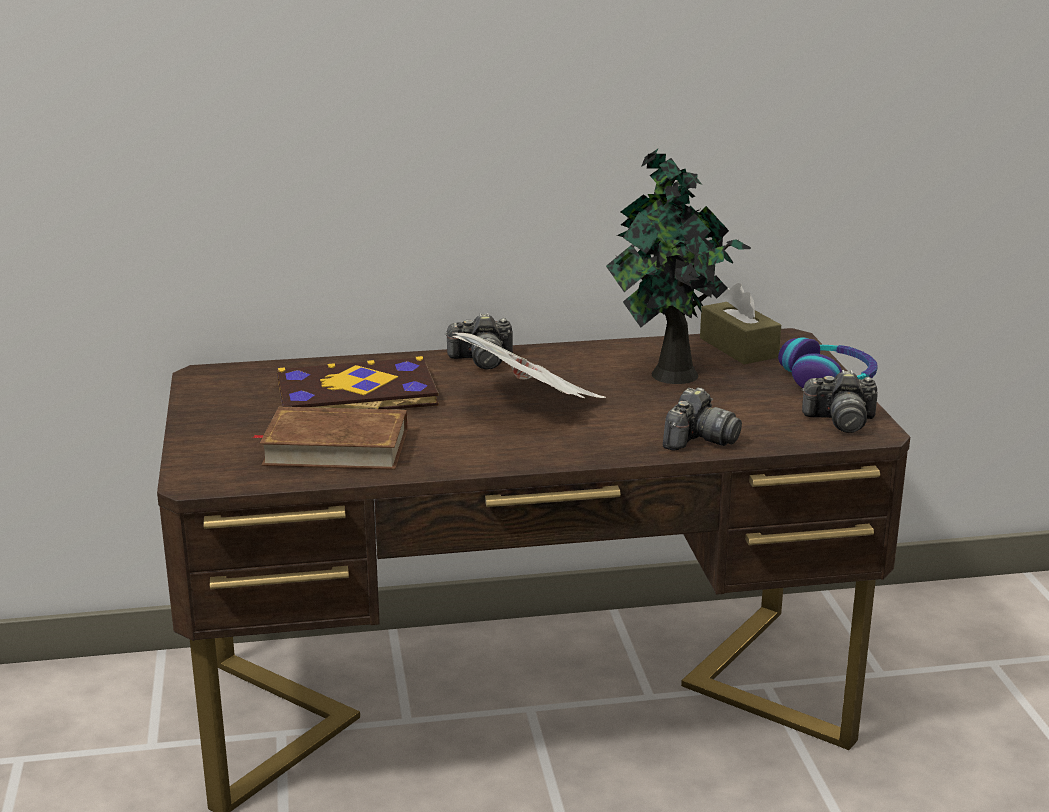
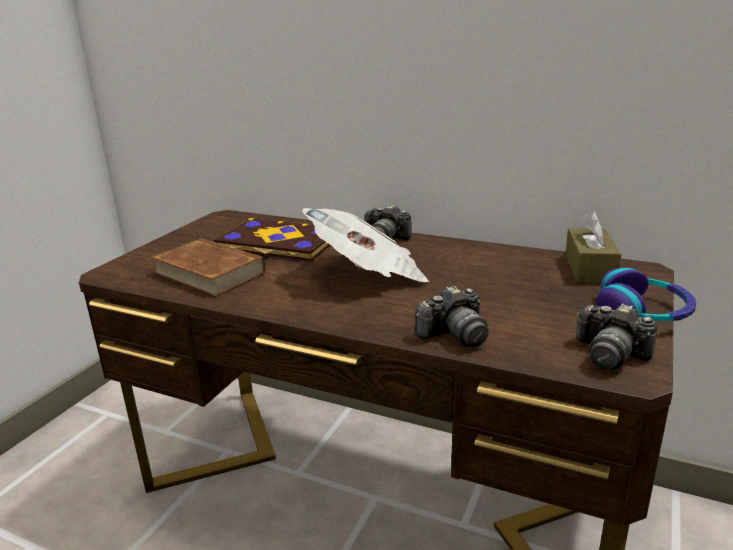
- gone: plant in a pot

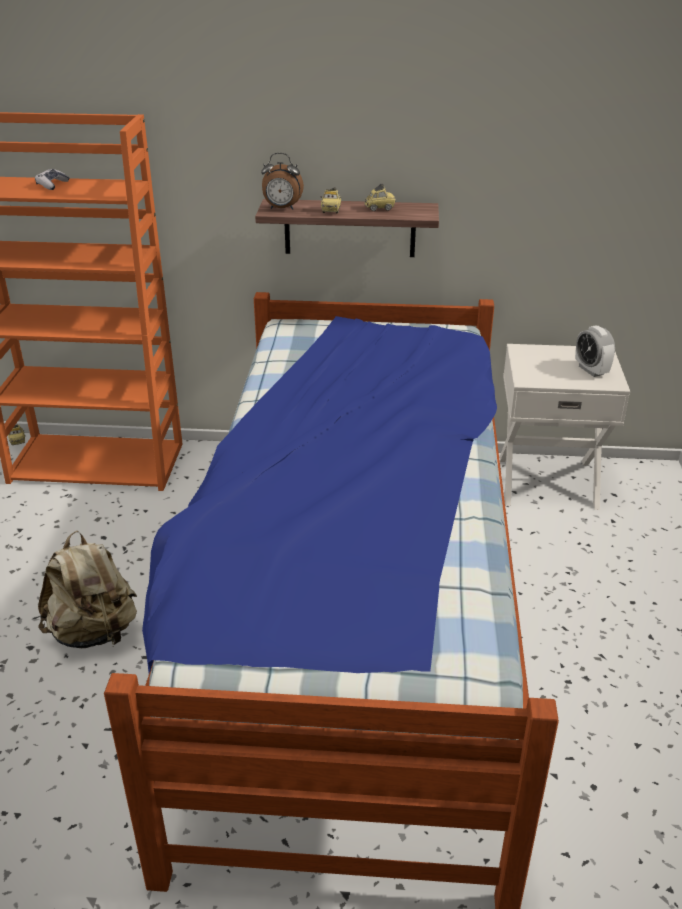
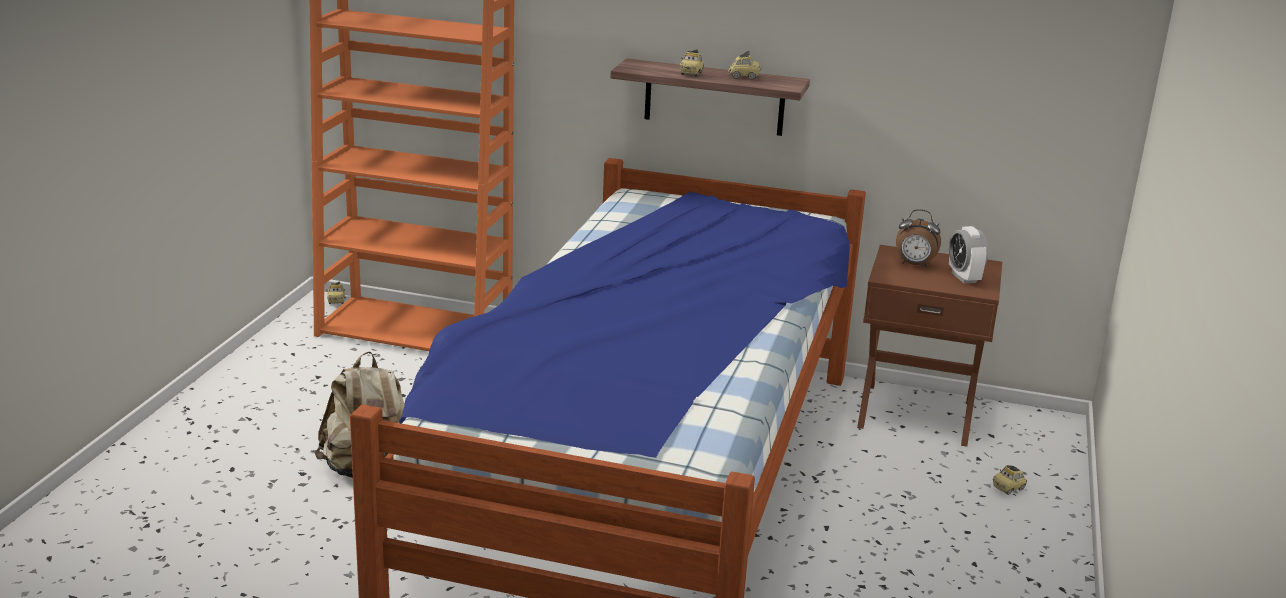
- repainted: white bedside table to brown bedside table
- shifted: table clock (no. 1 from left)
- new: toy car (no. 4 from left)
- gone: game controller

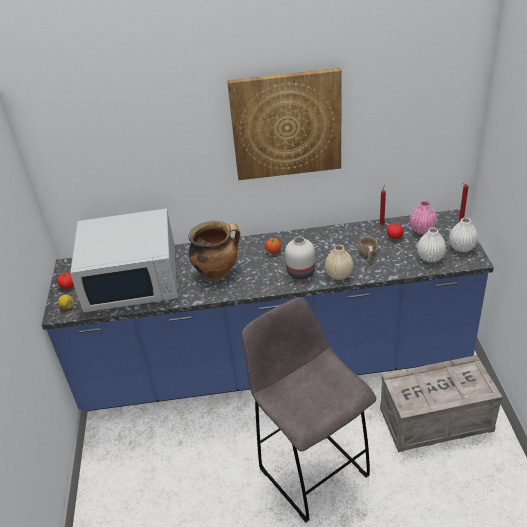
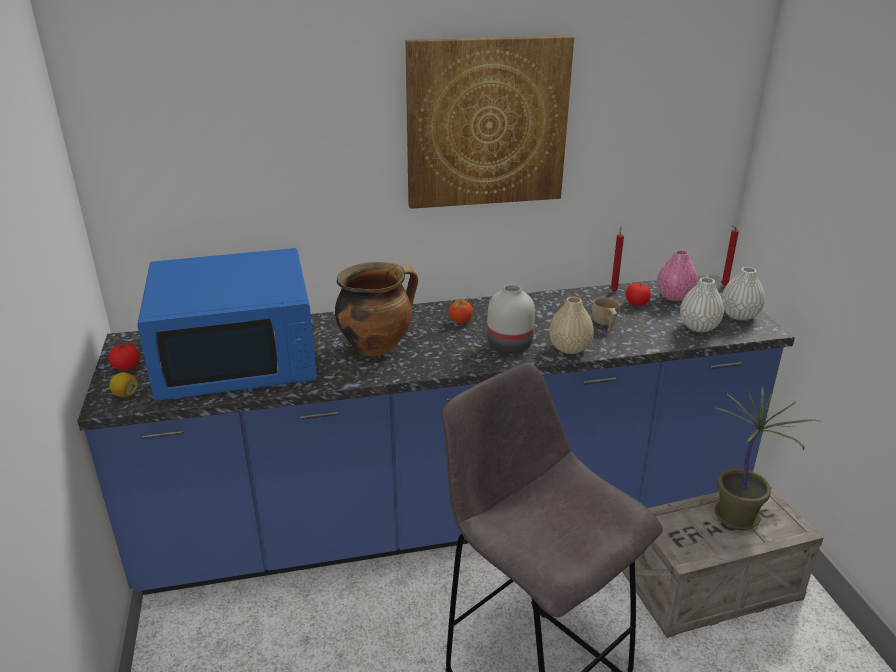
- repainted: white kitchen microwave to blue-coloured kitchen microwave
- new: plant in a pot

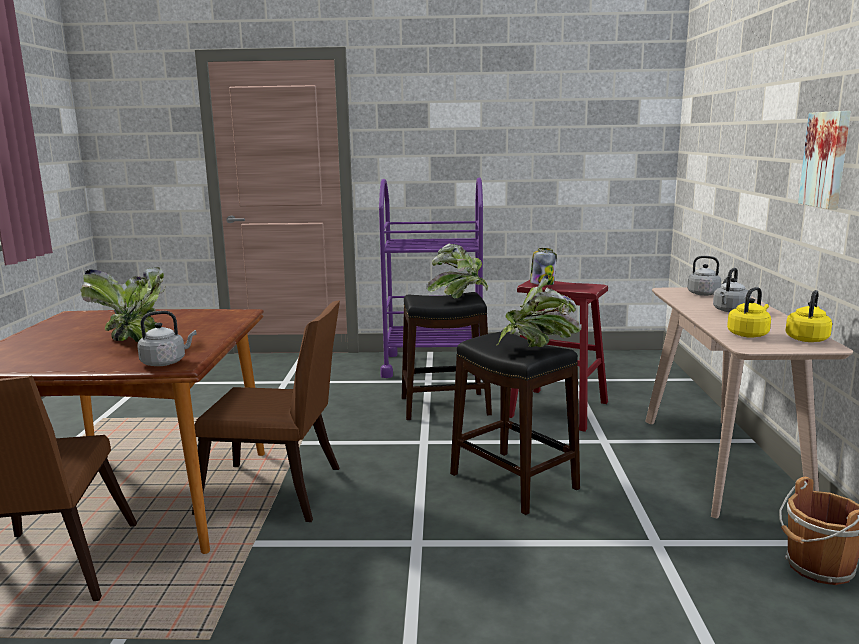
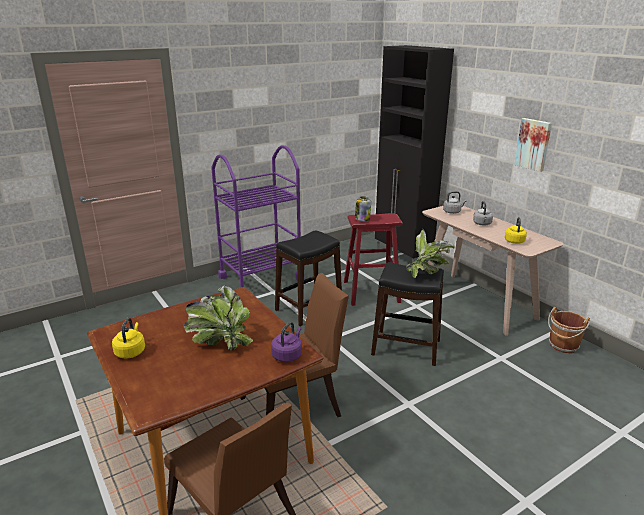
- shifted: yellow-coloured kettle (no. 2 from left in the first image) to yellow-coloured kettle (no. 1 from left)
- repainted: gray kettle (no. 1 from left) to purplish kettle
- new: black storage cabinet
- gone: plant in a pot (no. 2 from left)

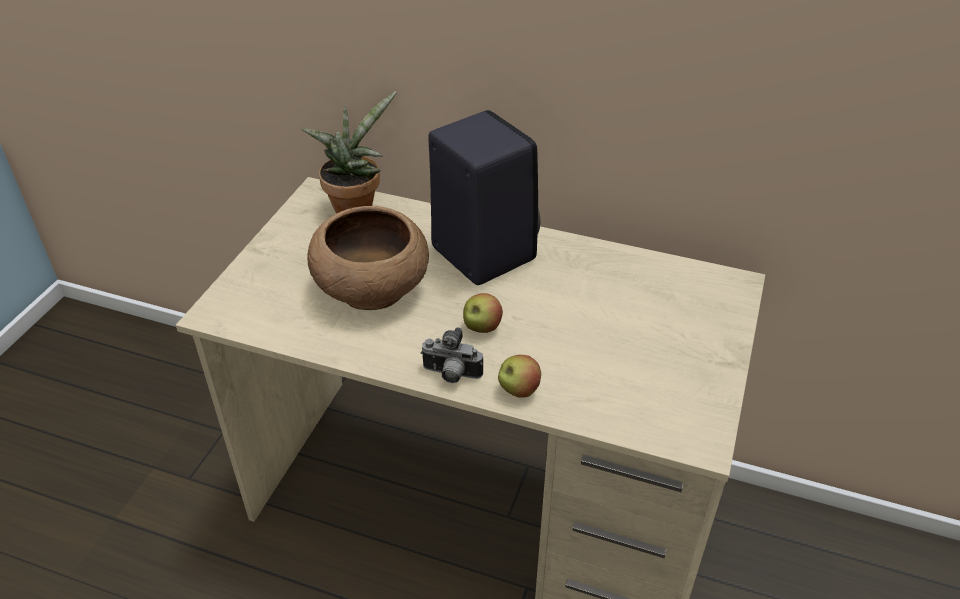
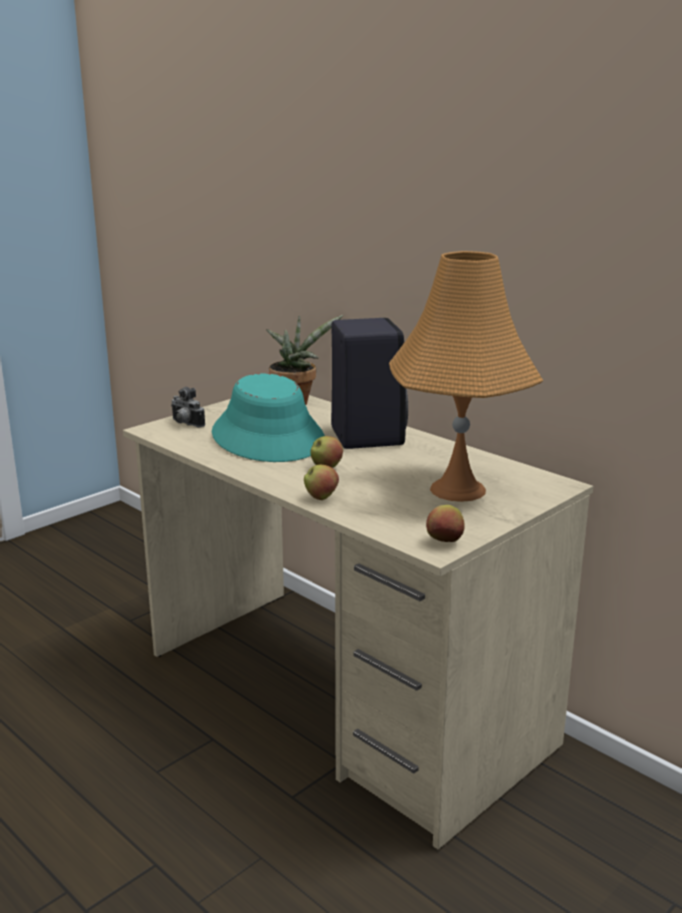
- shifted: photo camera
- swapped: brown deep dish to turquoise hat
- new: orangey tabletop lamp
- new: apple (no. 3 from left)

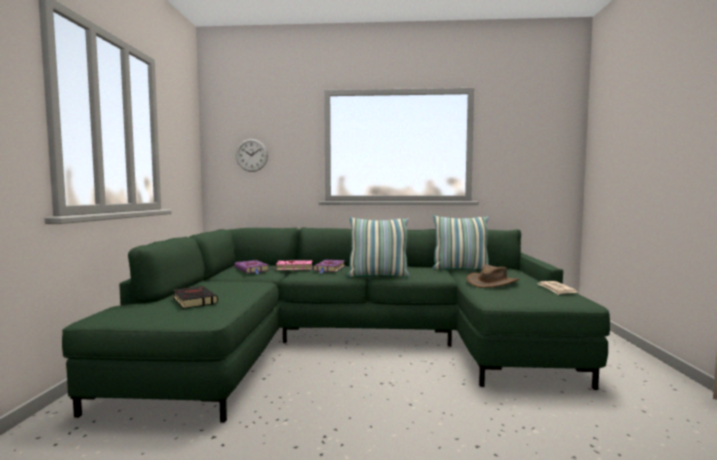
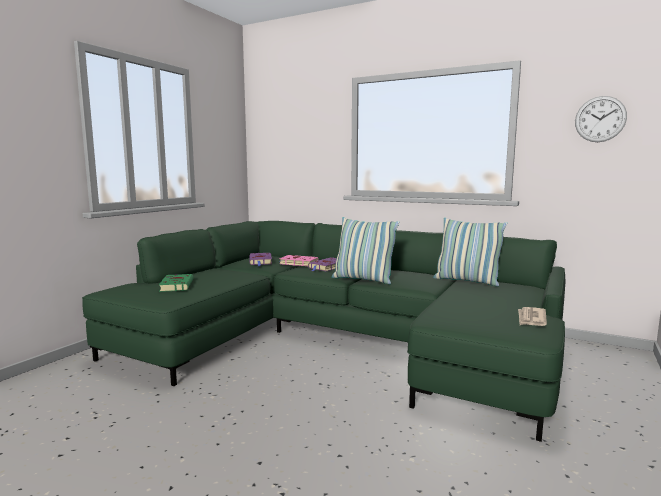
- repainted: black bound book to greenish bound book
- shifted: hanging clock
- gone: brown hat

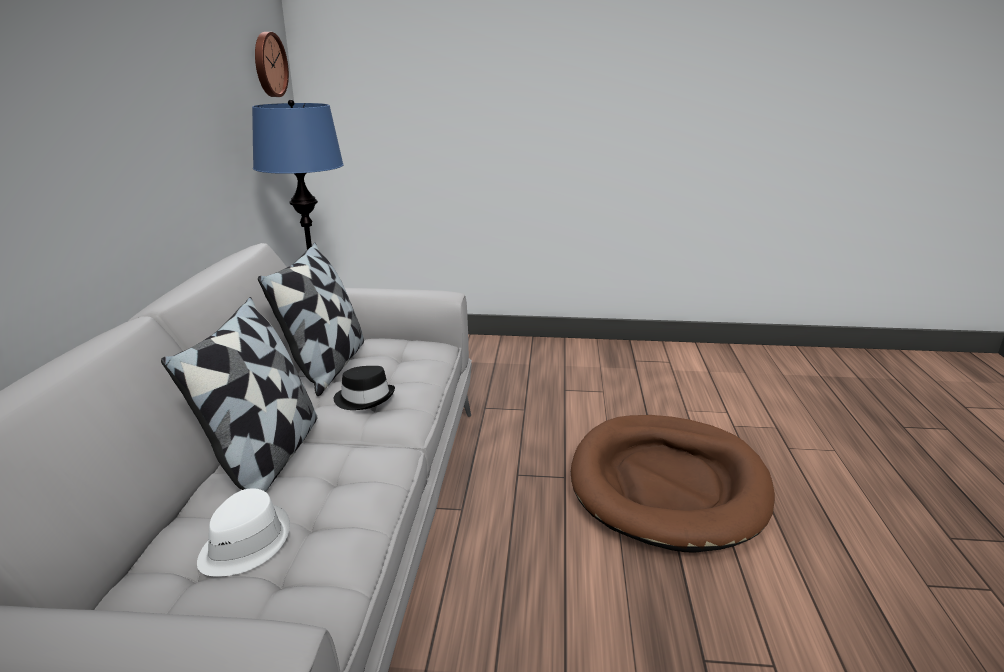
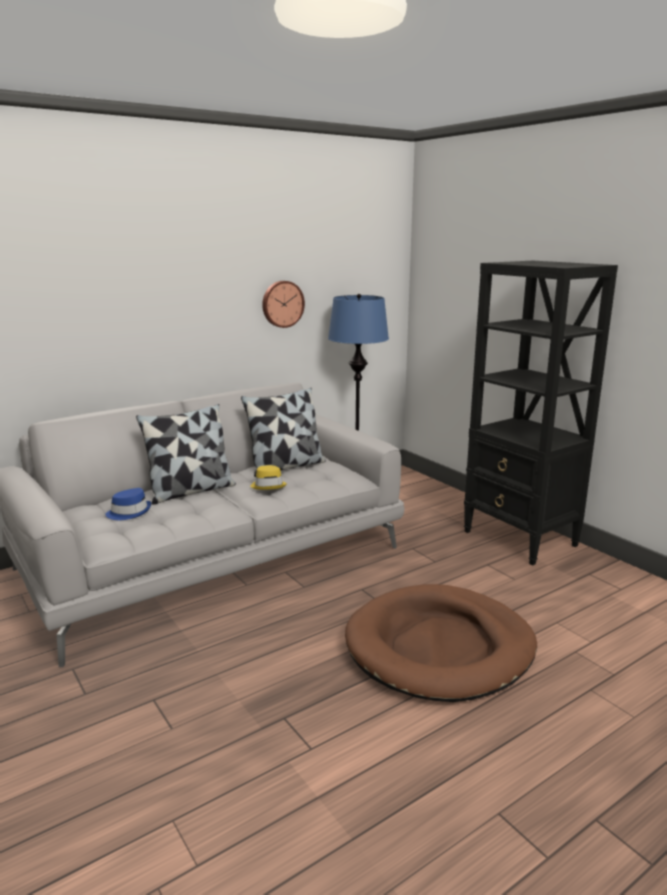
- repainted: white hat to blue-coloured hat
- repainted: black hat to yellow-coloured hat
- shifted: hanging clock
- new: black bookshelf

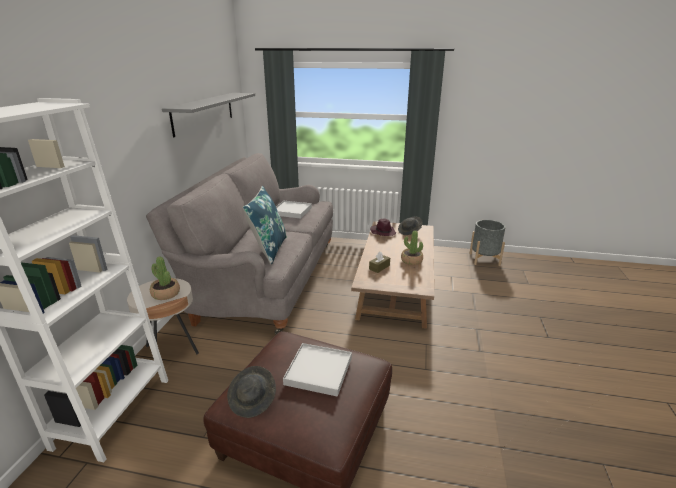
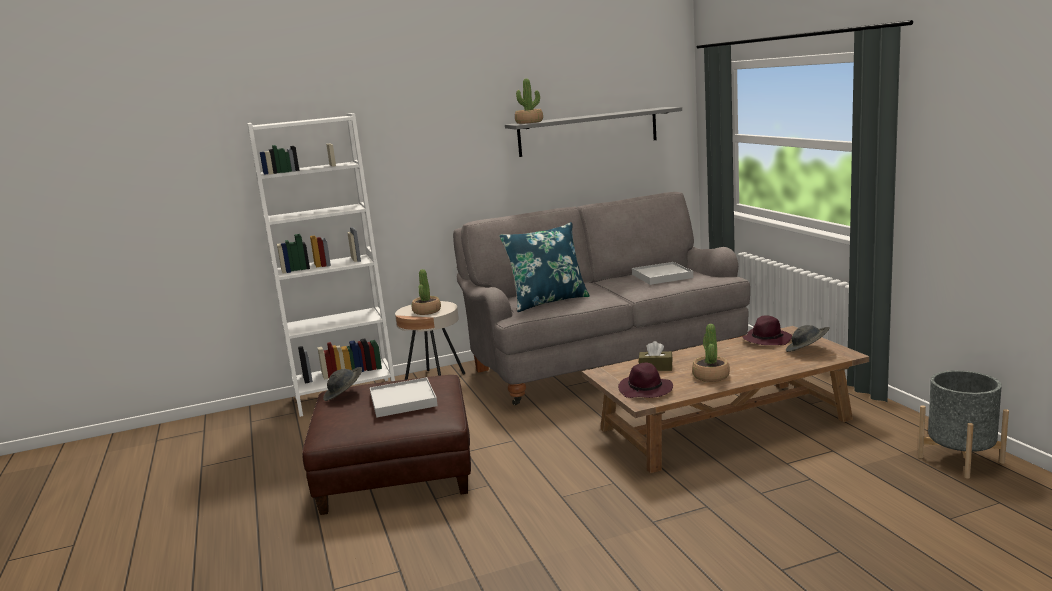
- new: plant in a pot (no. 2 from left)
- new: purplish hat (no. 1 from left)

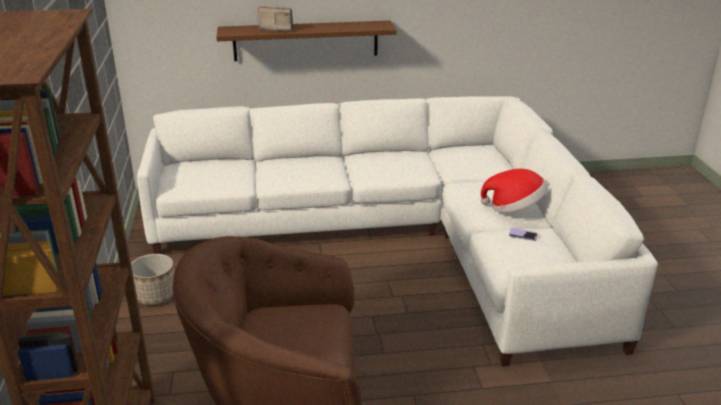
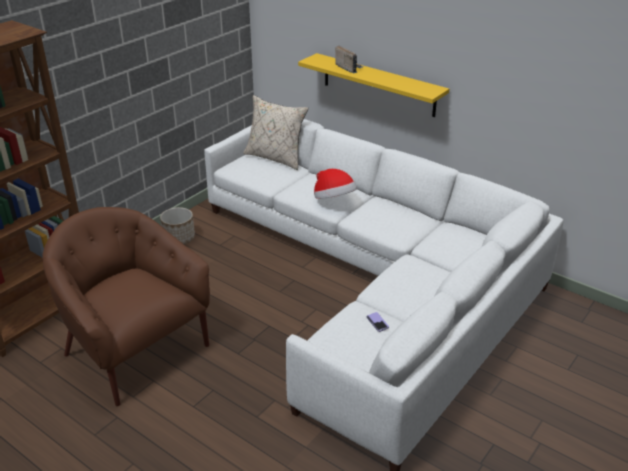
- new: beige pillow
- repainted: brown shelf to yellow-coloured shelf
- shifted: hat

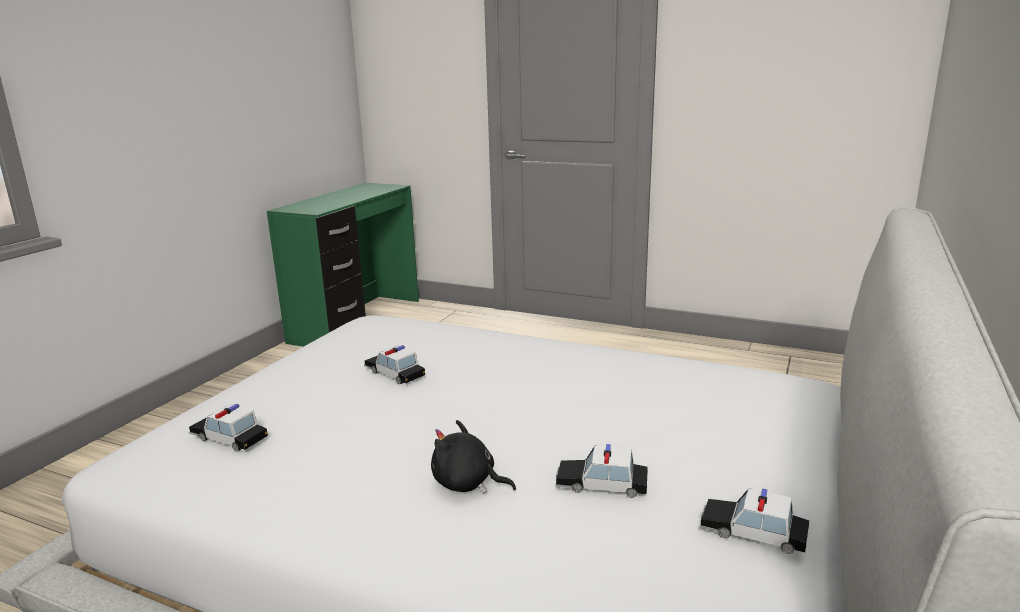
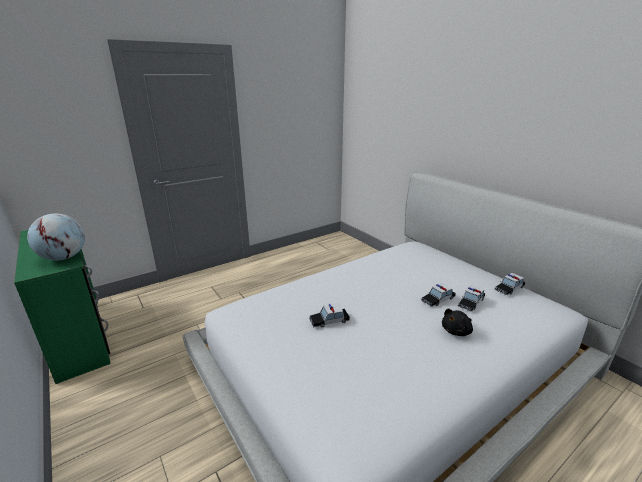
- new: desk globe
- shifted: toy car (no. 1 from left in the first image) to toy car (no. 2 from left)

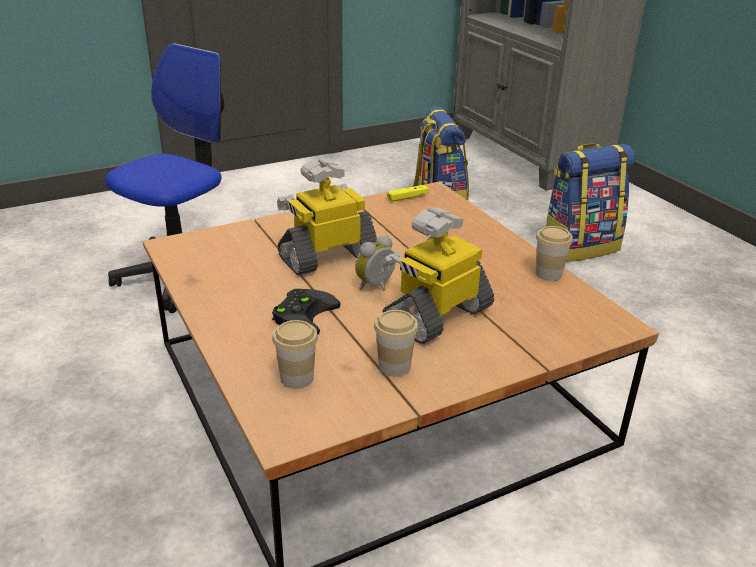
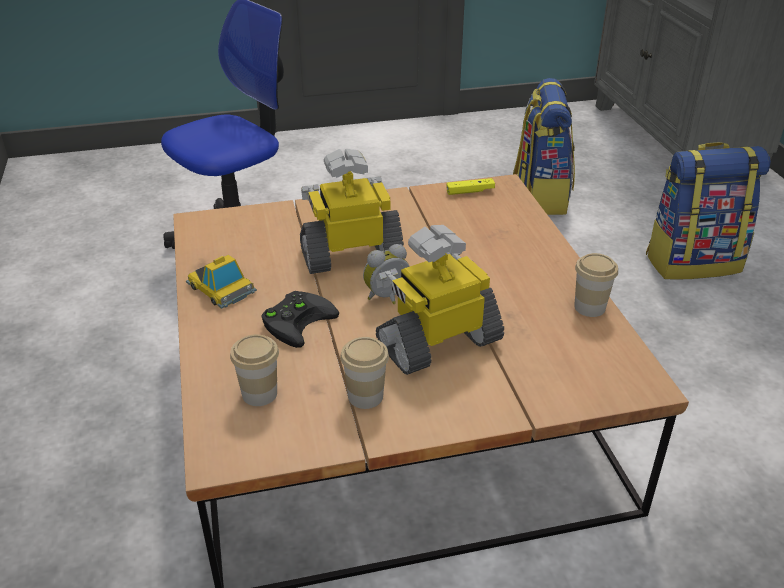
- new: toy car

